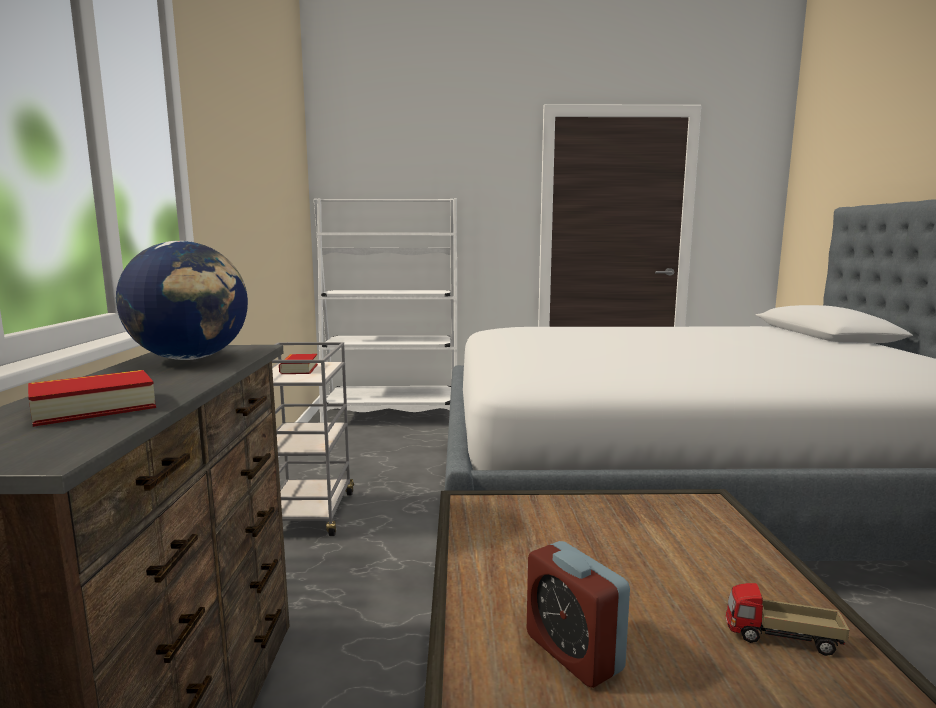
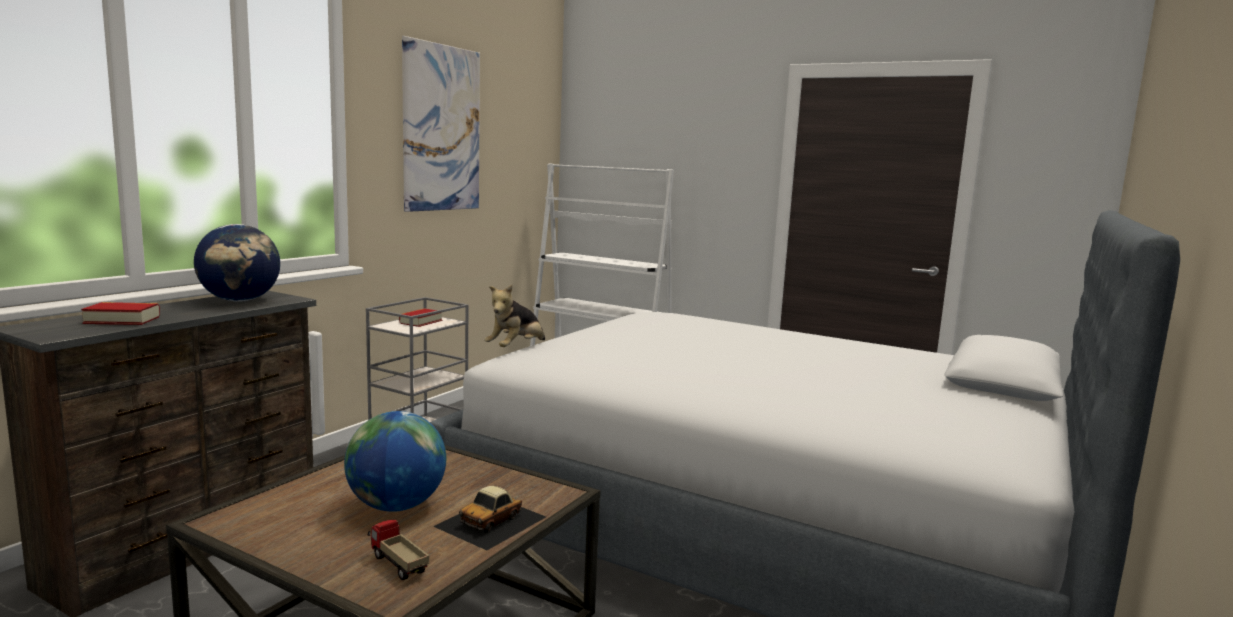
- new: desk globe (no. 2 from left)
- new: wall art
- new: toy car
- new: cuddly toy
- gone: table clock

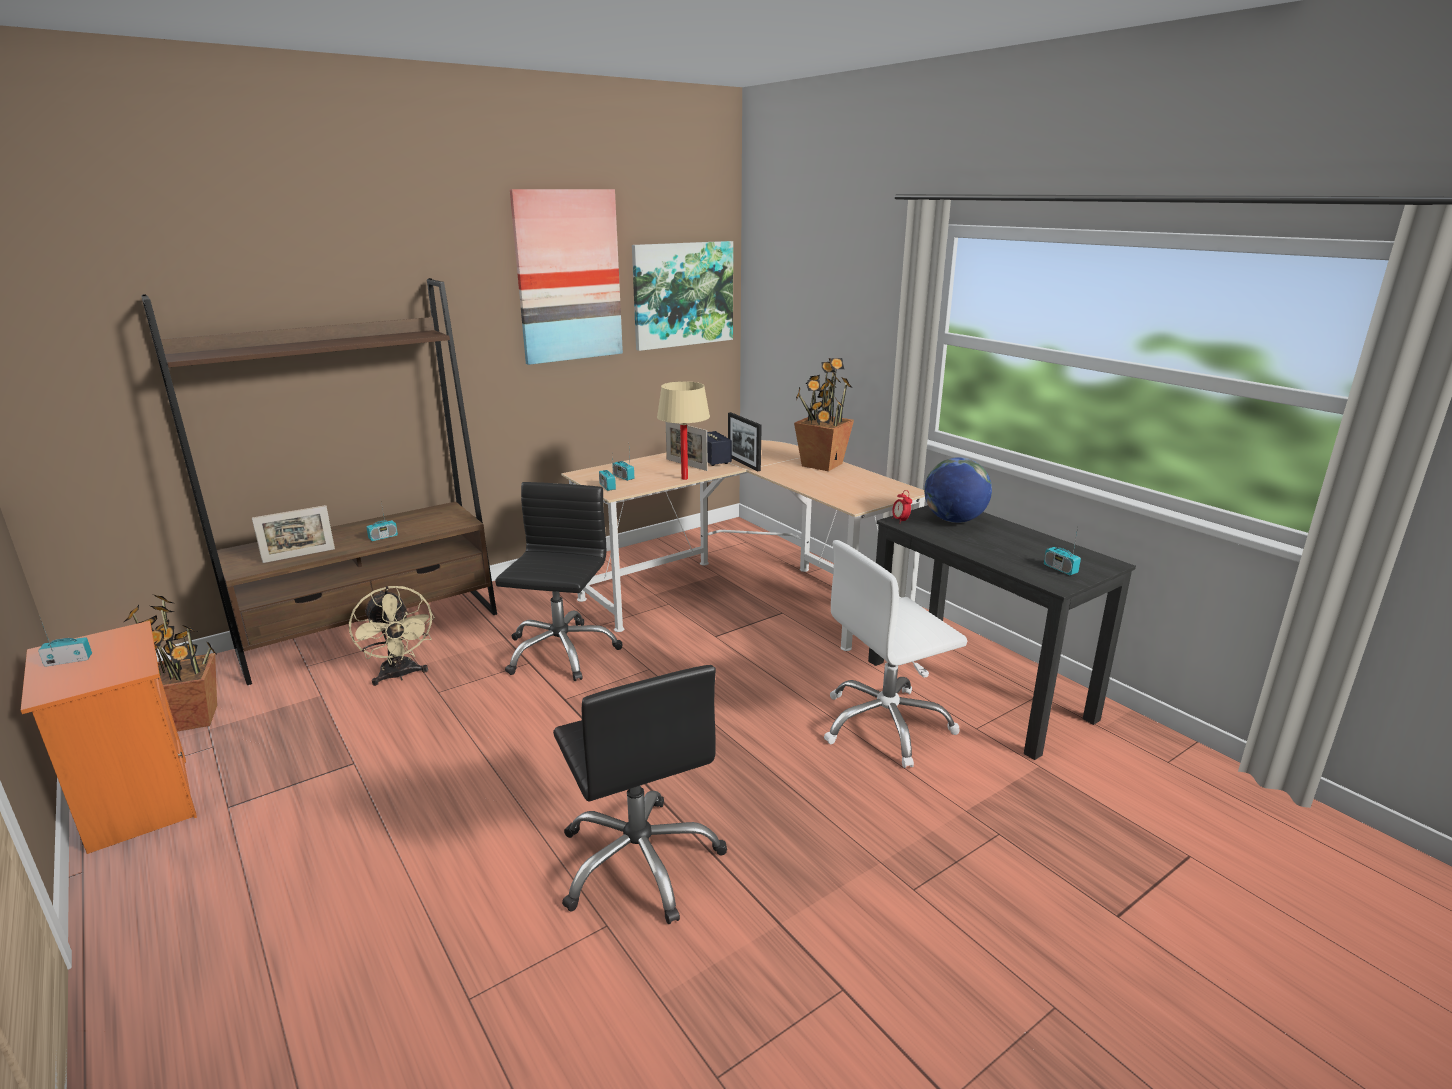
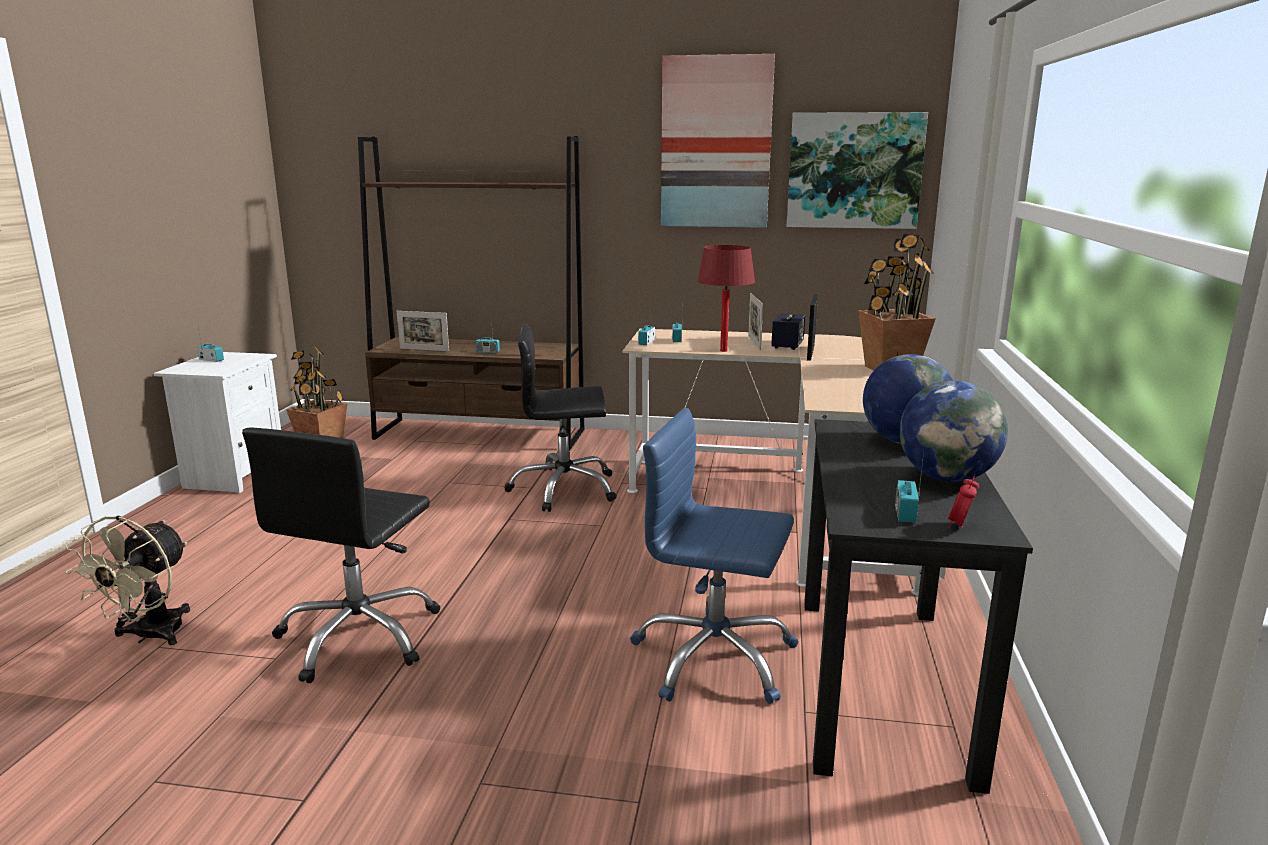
- shifted: beige cooling fan
- repainted: orangey bedside table to white bedside table
- rotated: black computer chair (no. 1 from left in the first image) 150 degrees counterclockwise
- repainted: white computer chair to blue-coloured computer chair
- repainted: beige tabletop lamp to red-coloured tabletop lamp
- new: desk globe (no. 2 from left)
- shifted: table clock

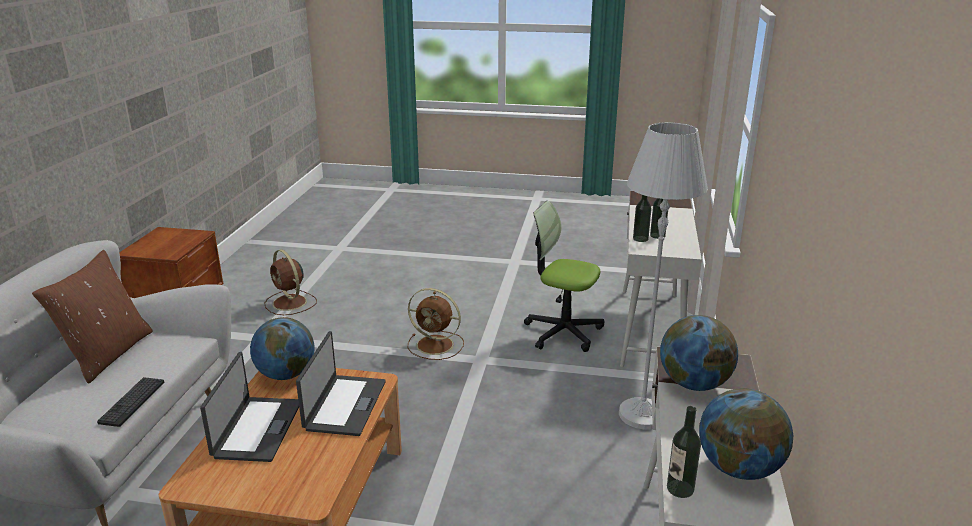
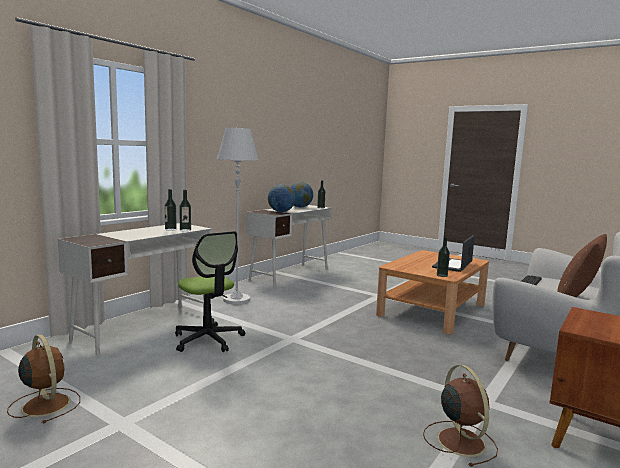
- shifted: brown cooling fan (no. 2 from left in the first image) to brown cooling fan (no. 1 from left)
- swapped: desk globe (no. 1 from left) to drink bottle (no. 4 from left)
- gone: notebook computer (no. 2 from left)

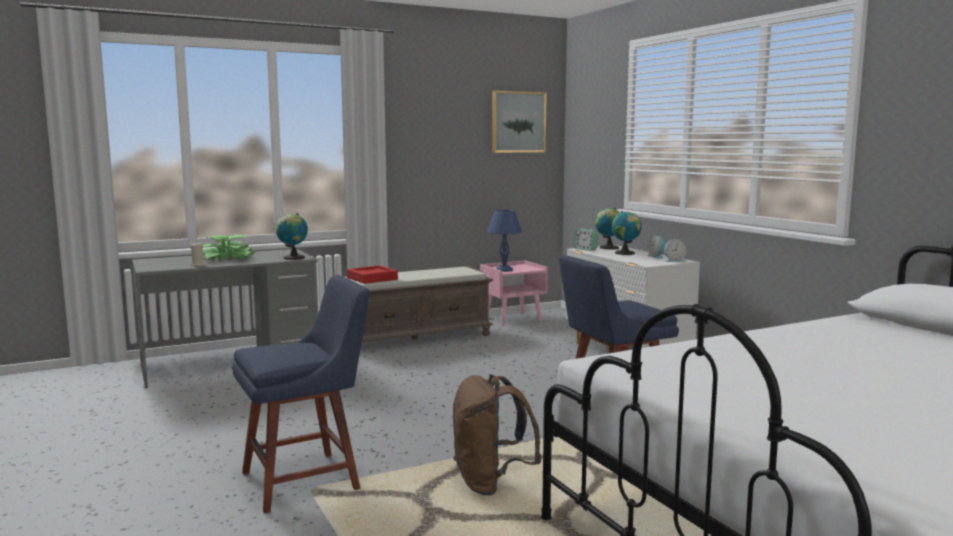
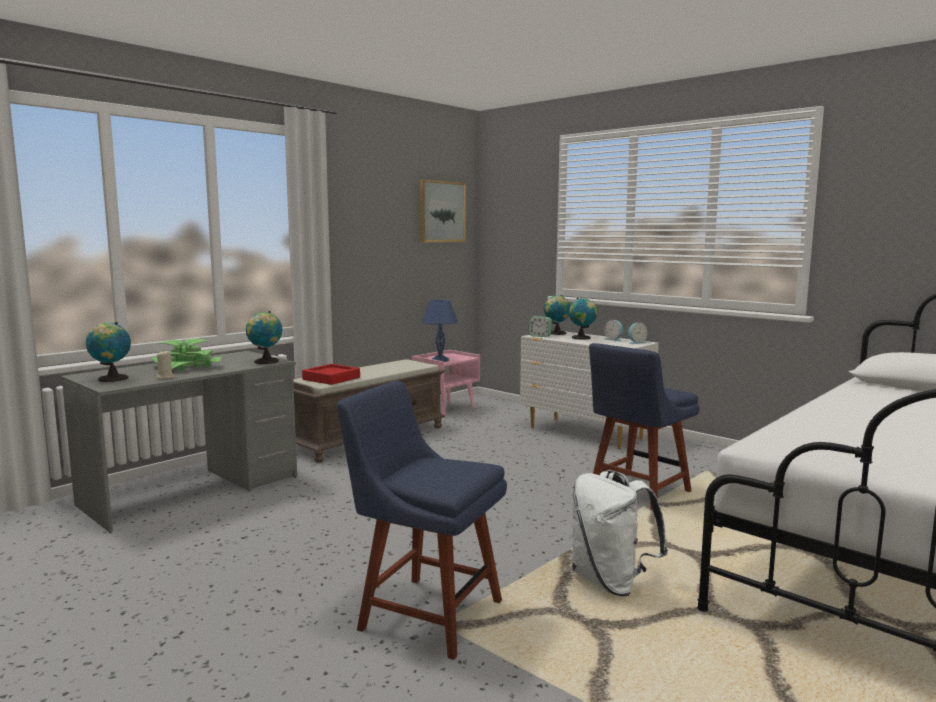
- new: desk globe (no. 1 from left)
- rotated: blue-coloured plain chair (no. 1 from left) 105 degrees counterclockwise
- repainted: brown backpack to white backpack

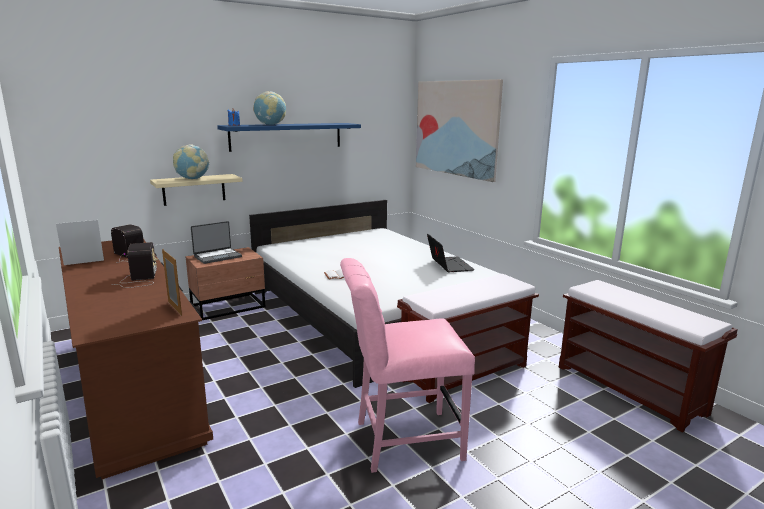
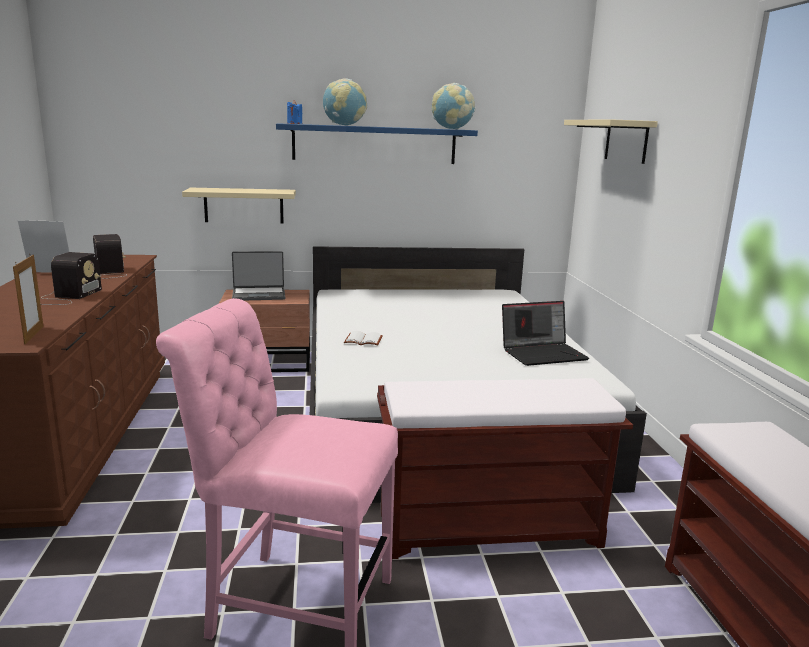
- shifted: desk globe (no. 1 from left in the first image) to desk globe (no. 2 from left)
- rotated: notebook computer (no. 2 from left) 60 degrees clockwise
- swapped: wall art to beige shelf (no. 2 from left)

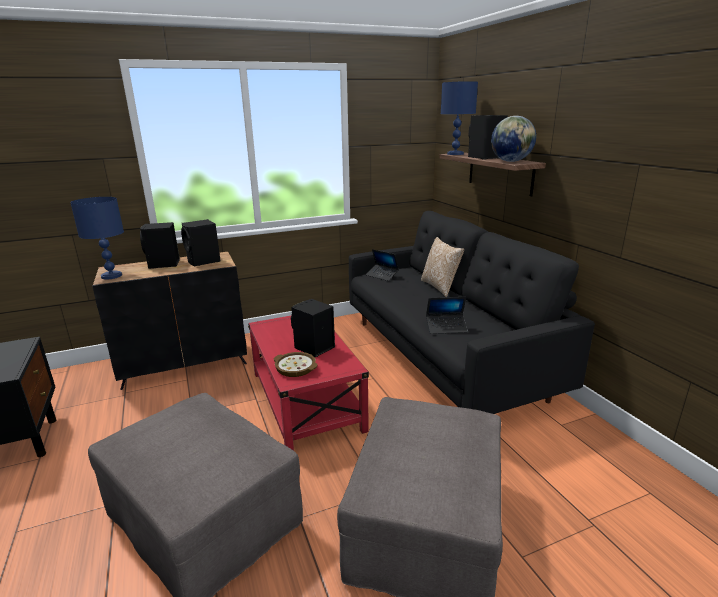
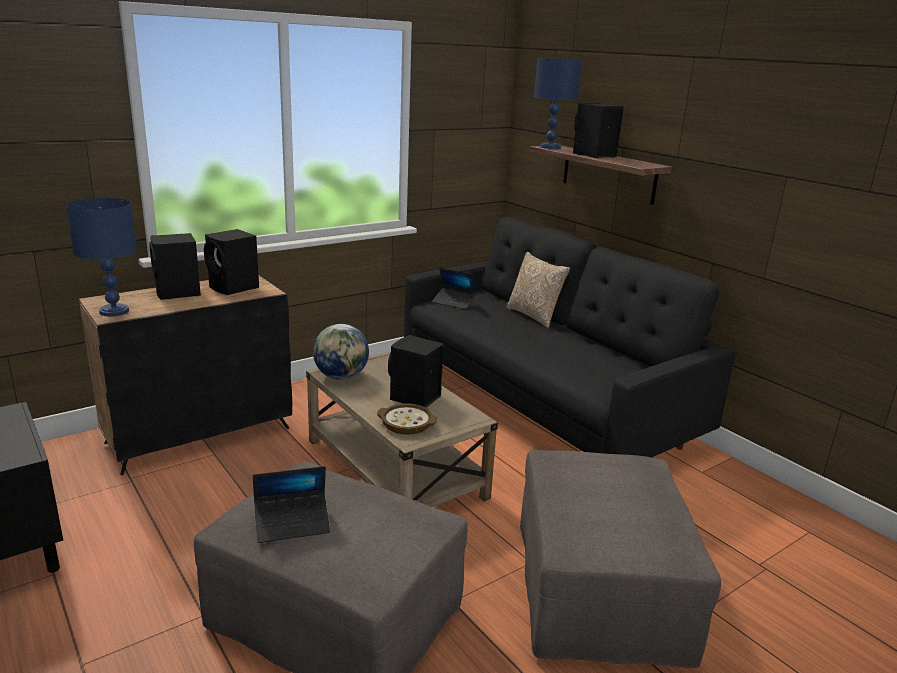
- shifted: notebook computer (no. 2 from left in the first image) to notebook computer (no. 1 from left)
- repainted: red-coloured lounge table to beige lounge table
- shifted: desk globe

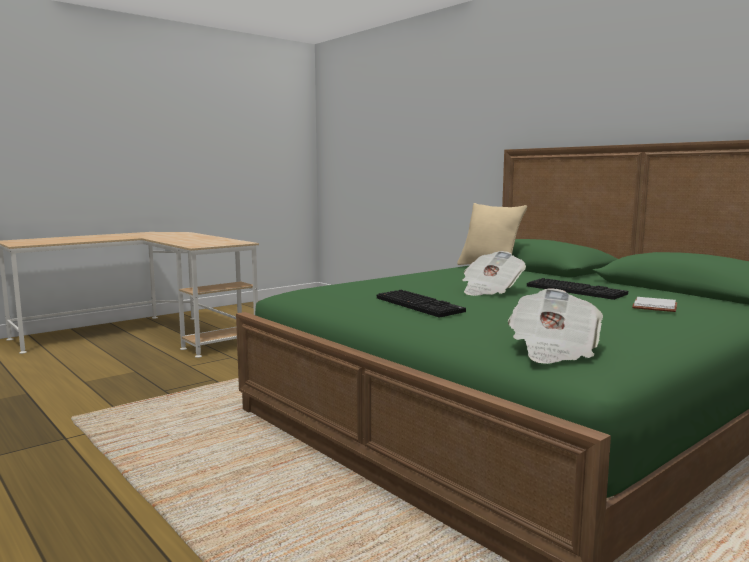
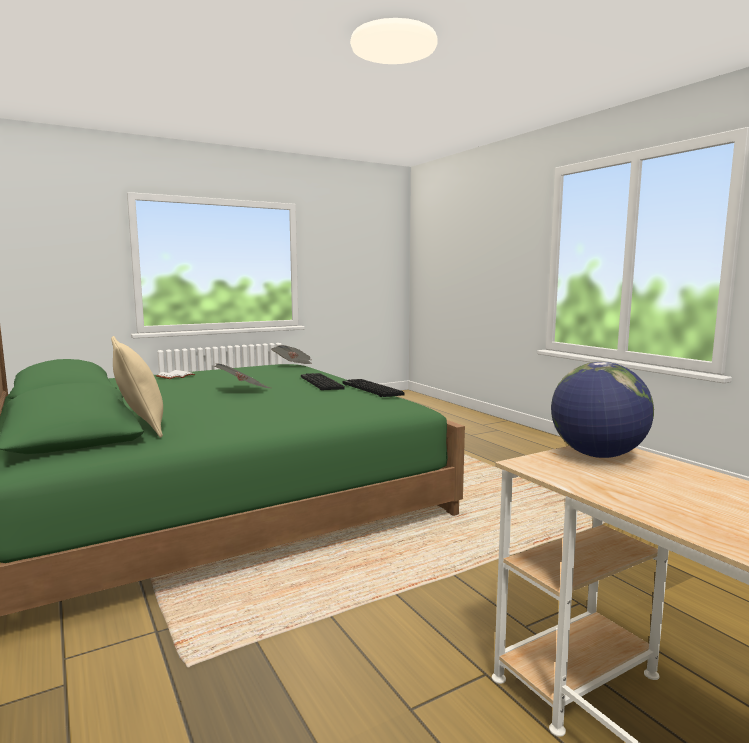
- shifted: PC keyboard (no. 2 from left)
- new: desk globe

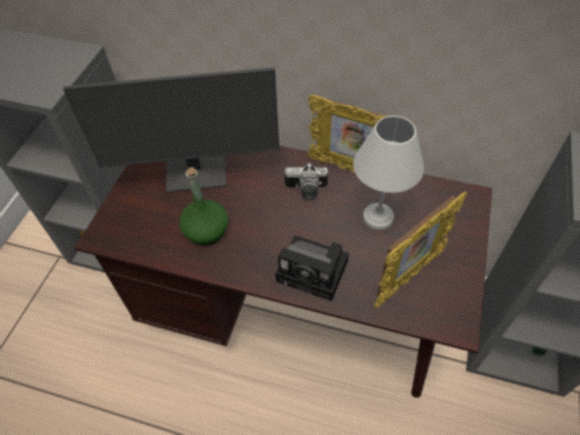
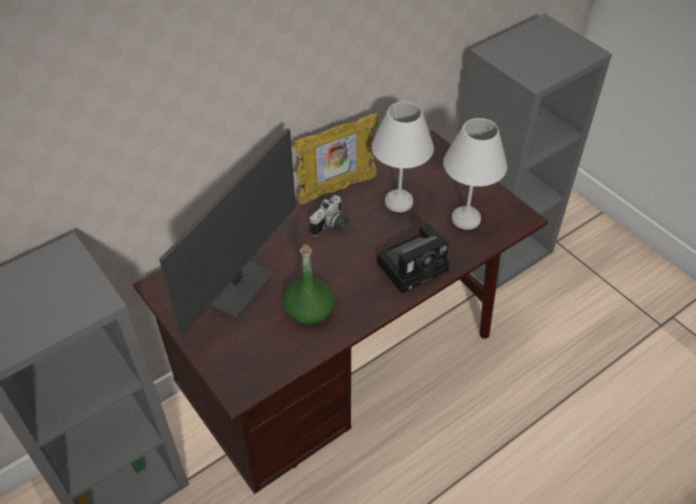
- swapped: standing frame (no. 2 from left) to white tabletop lamp (no. 2 from left)

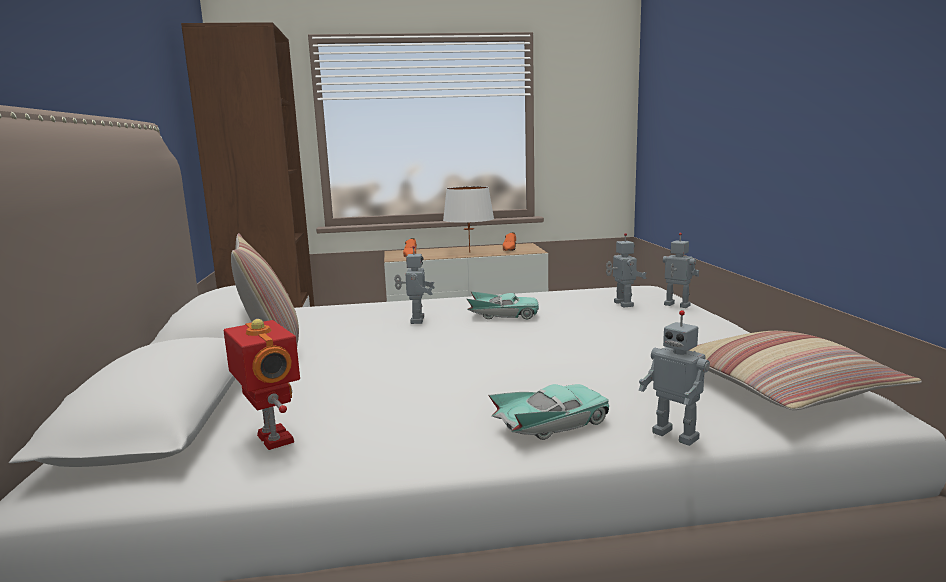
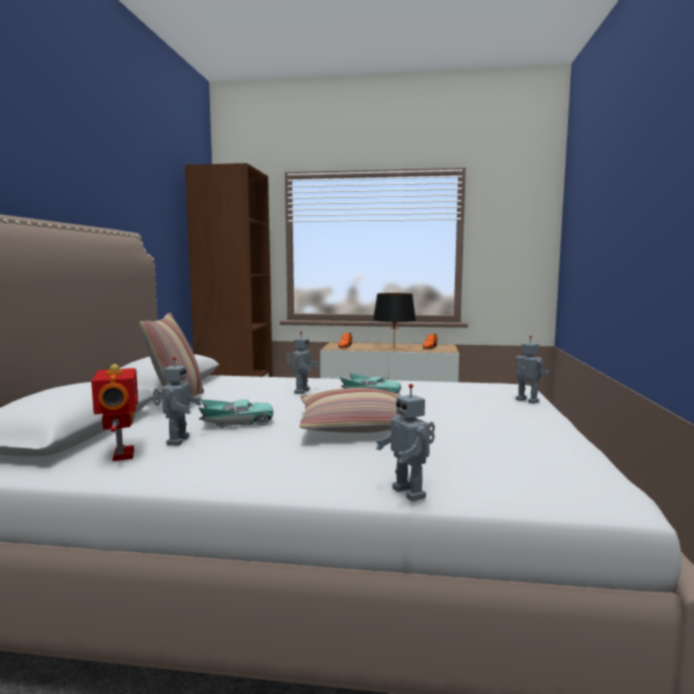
- shifted: toy robot (no. 3 from left in the first image) to toy robot (no. 2 from left)
- shifted: turquoise toy car (no. 2 from left in the first image) to turquoise toy car (no. 1 from left)
- shifted: pillow (no. 2 from left)
- repainted: white tabletop lamp to black tabletop lamp

